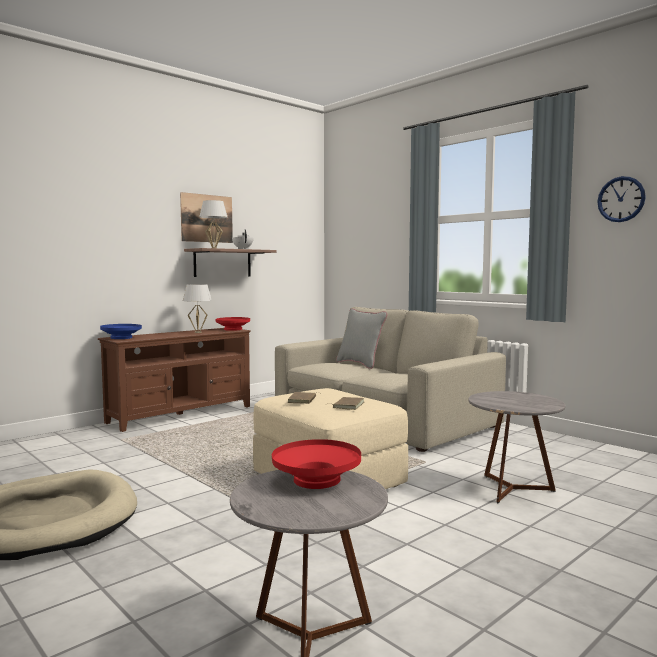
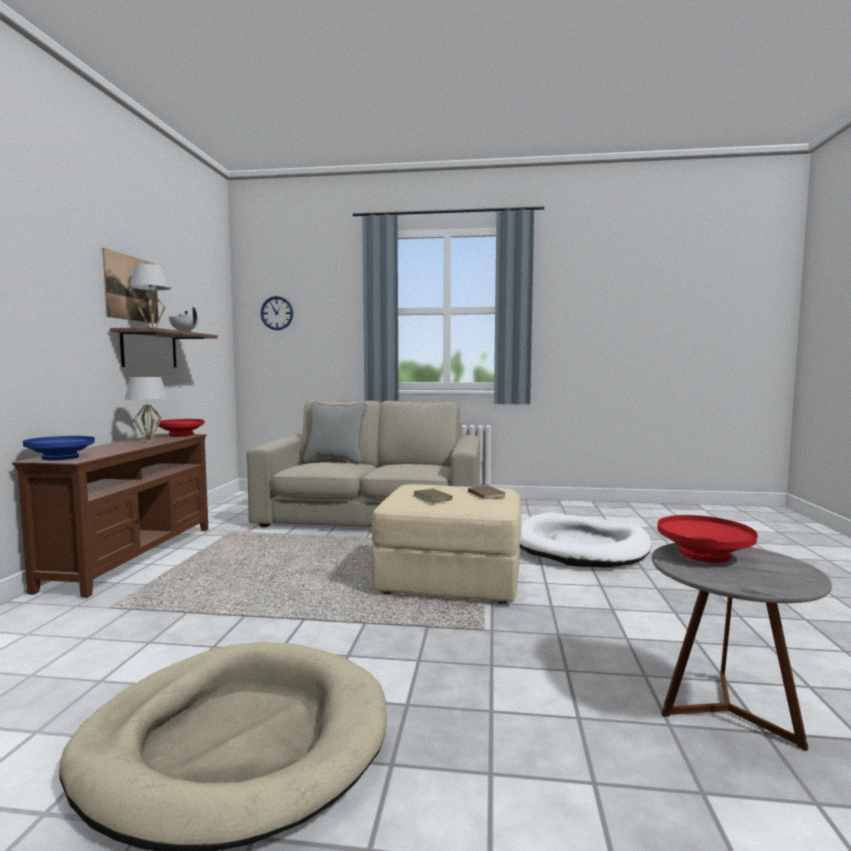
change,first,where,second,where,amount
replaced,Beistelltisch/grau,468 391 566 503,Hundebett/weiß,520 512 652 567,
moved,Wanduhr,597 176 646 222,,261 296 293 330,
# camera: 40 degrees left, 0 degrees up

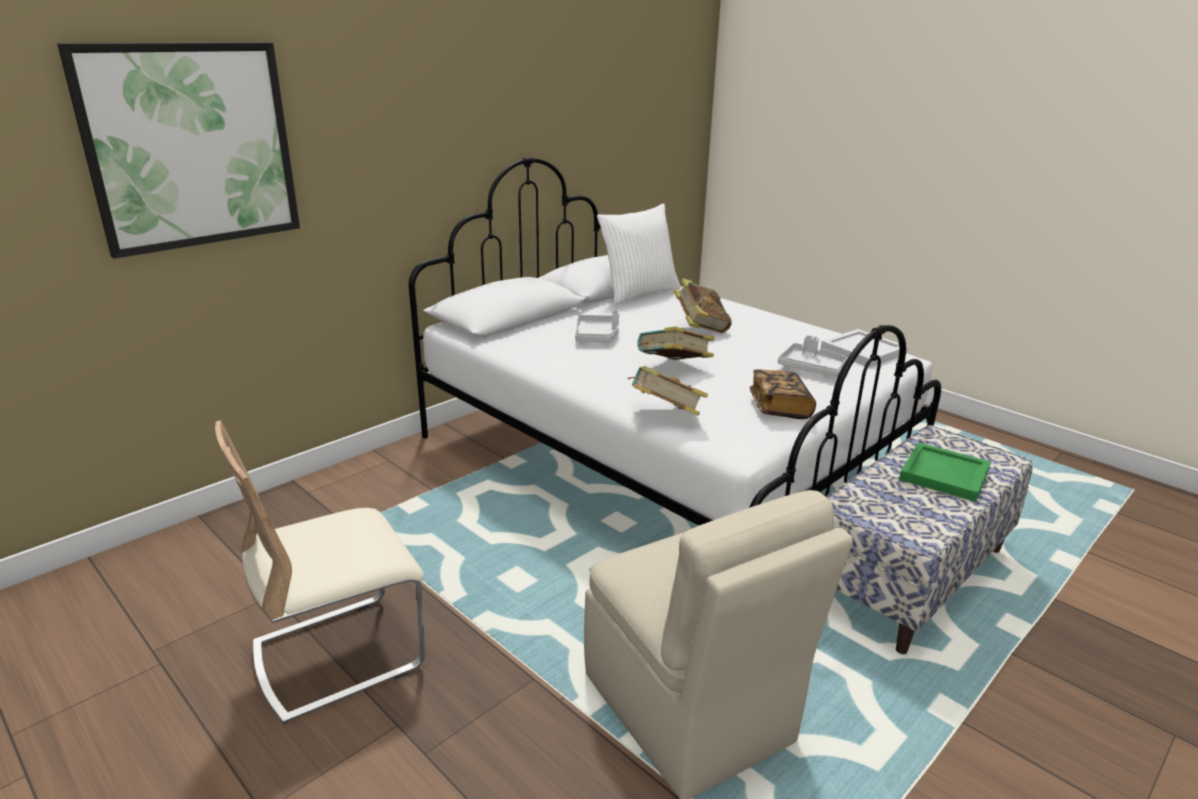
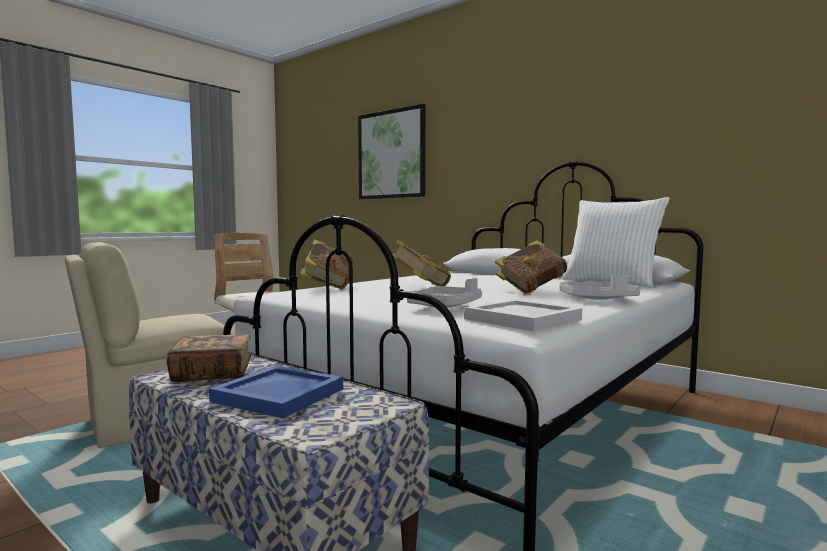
change,first,where,second,where,amount
moved,Tablett/grau,575 310 619 342,,559 275 640 299,
moved,Buch,750 369 816 419,,167 334 252 382,
recoloured,Tablett/grün,899 442 991 502,Tablett/blau,209 366 343 418,
# camera: 85 degrees right, 20 degrees down

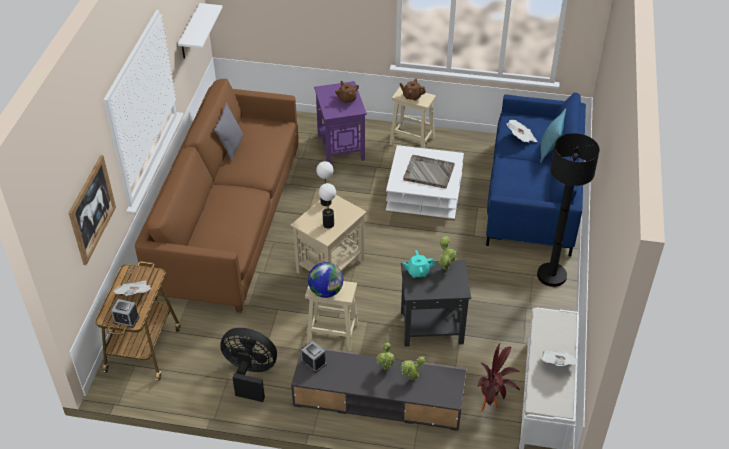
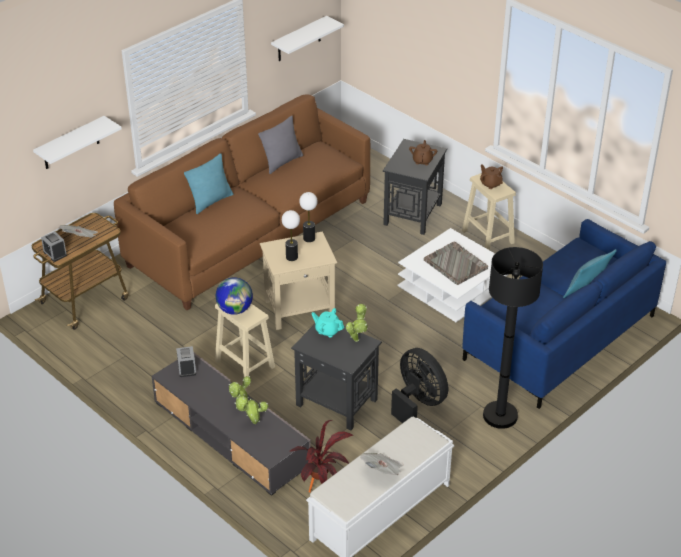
change,first,where,second,where,amount
replaced,Bild,69 155 116 265,Wandregal/weiß,33 116 122 169,
moved,Ventilator/schwarz,220 328 277 402,,391 348 448 423,
recoloured,Beistelltisch/lila,314 81 367 163,Beistelltisch/schwarz,383 139 447 235,
removed,Zeitung,506 120 537 143,,,
added,,,Kissen/türkis,184 153 233 214,
# camera: 35 degrees right, 5 degrees down

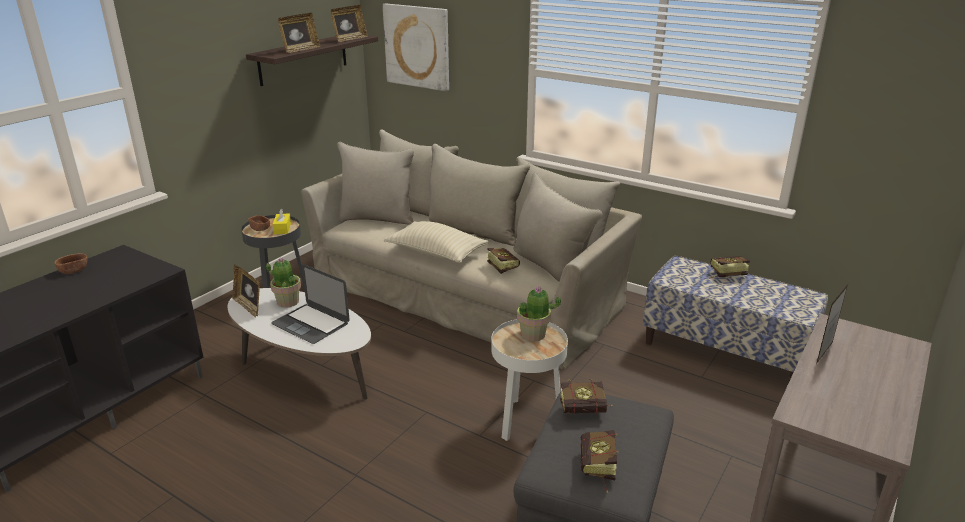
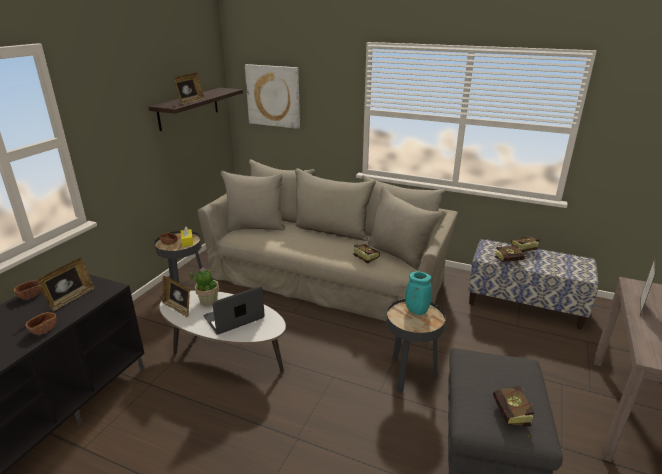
change,first,where,second,where,amount
turned,Laptop,271 264 350 344,,204 286 265 334,120 degrees clockwise
moved,Bilderrahmen,331 5 368 42,,38 258 95 311,
removed,Kissen/beige,384 221 488 263,,,
recoloured,Beistelltisch/weiß,491 319 568 441,Beistelltisch/schwarz,386 299 446 393,
replaced,Topfpflanze,517 286 561 341,Vase/türkis,405 271 432 315,
moved,Buch,560 379 613 414,,495 245 525 262,
added,,,Schüssel/braun,26 312 56 335,
# camera: 10 degrees left, 0 degrees up

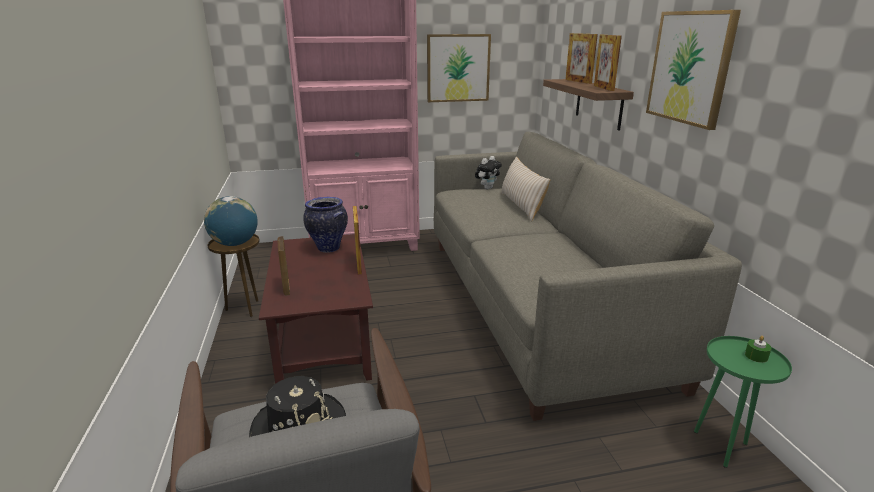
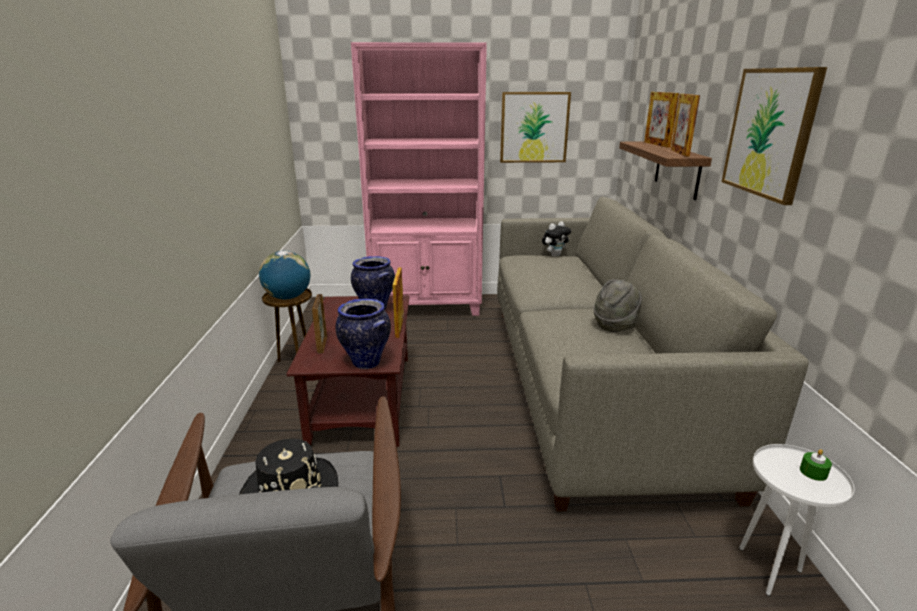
change,first,where,second,where,amount
removed,Kissen/beige,501 157 550 221,,,
recoloured,Beistelltisch/grün,694 336 792 468,Beistelltisch/weiß,739 444 854 596,
added,,,Vase,336 299 391 369,
added,,,Hut/grau,594 279 642 332,
# camera: 10 degrees right, 0 degrees up

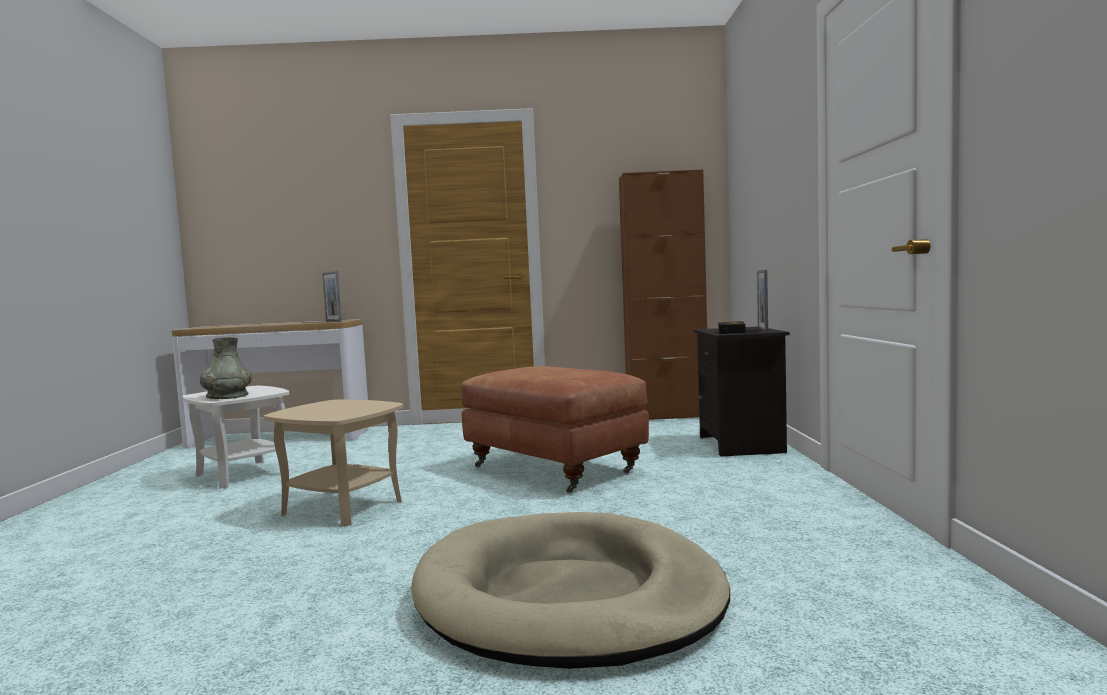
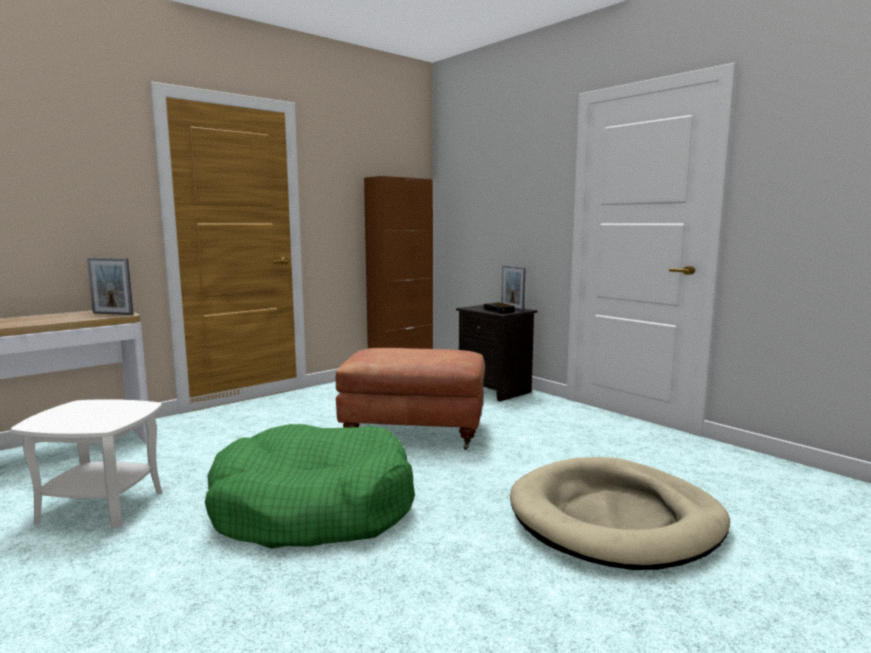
change,first,where,second,where,amount
removed,Vase/grau,200 337 252 399,,,
replaced,Beistelltisch/beige,264 400 404 527,Hundebett/grün,205 424 415 549,
# camera: 40 degrees left, 5 degrees up

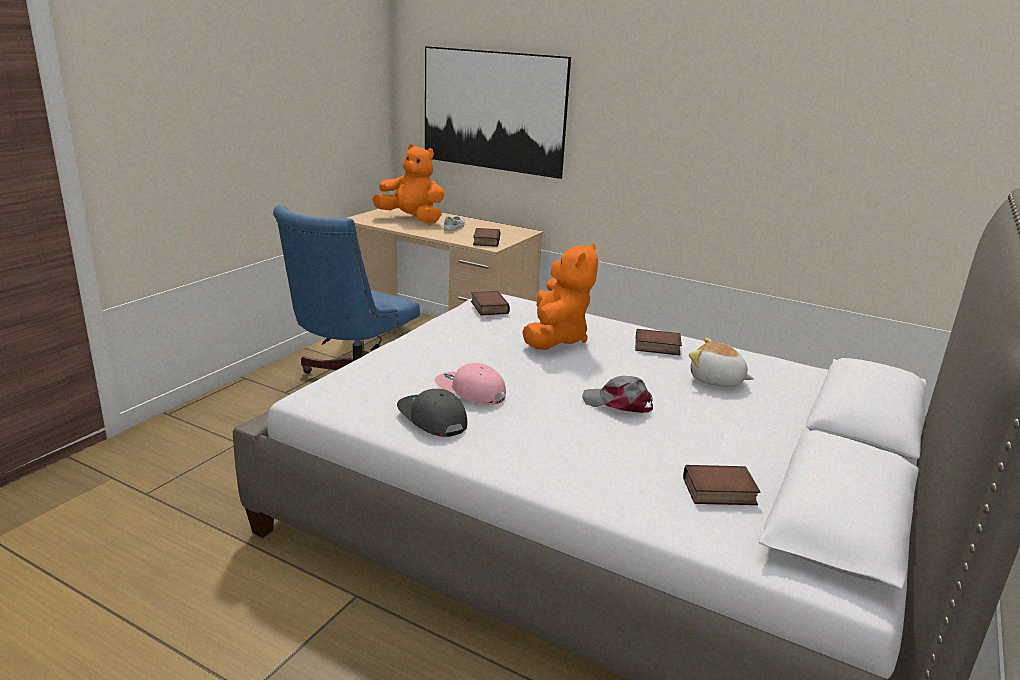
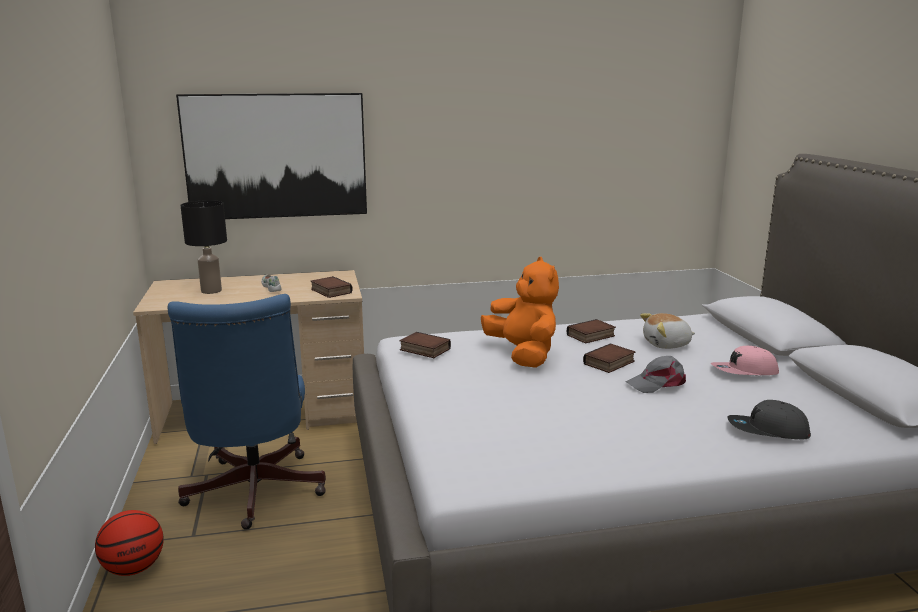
change,first,where,second,where,amount
replaced,Plüschtier/orange,372 144 445 223,Tischlampe/schwarz,180 200 227 294,
moved,Kappe/grau,397 389 467 437,,728 400 811 439,
moved,Kappe/rosa,435 363 506 405,,711 346 779 375,
moved,Buch,683 465 761 505,,583 344 635 373,
added,,,Basketball,95 510 164 576,
# camera: 40 degrees left, 5 degrees down

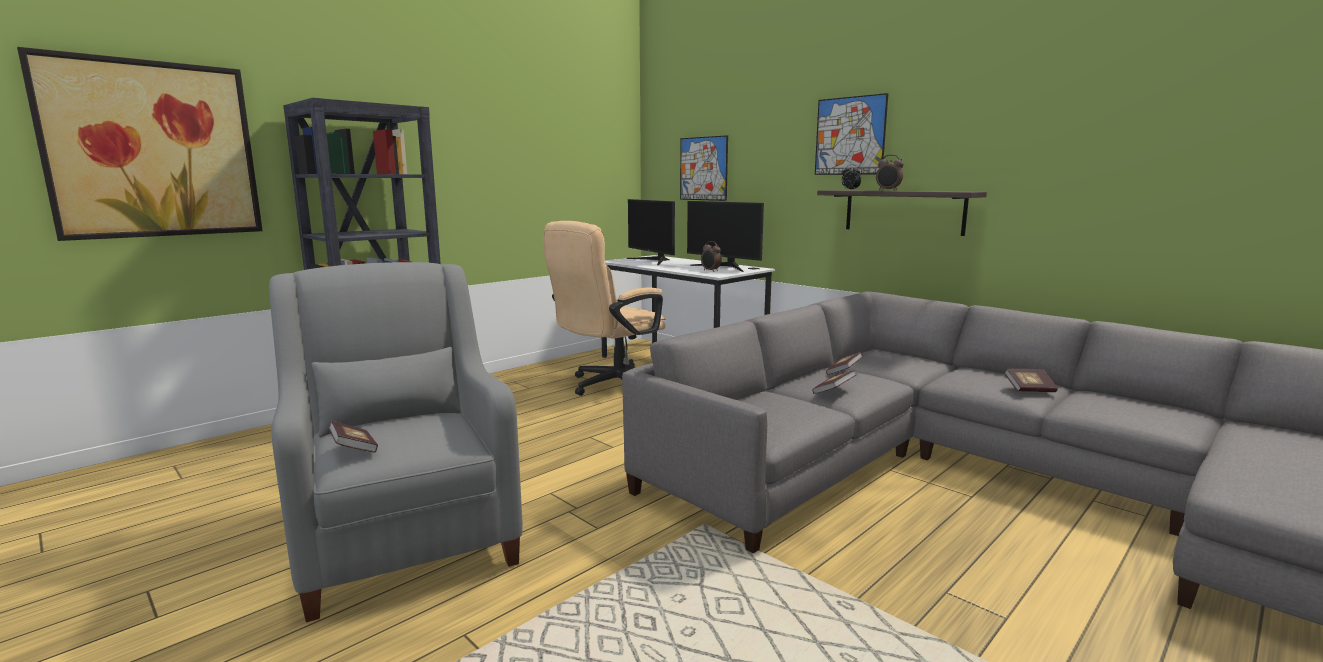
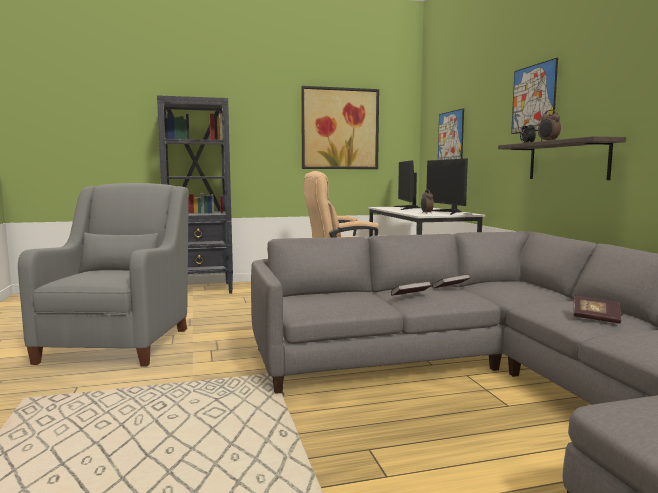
change,first,where,second,where,amount
moved,Bild,17 47 263 241,,301 86 379 169,
removed,Buch,328 421 378 453,,,
# camera: 30 degrees right, 5 degrees down

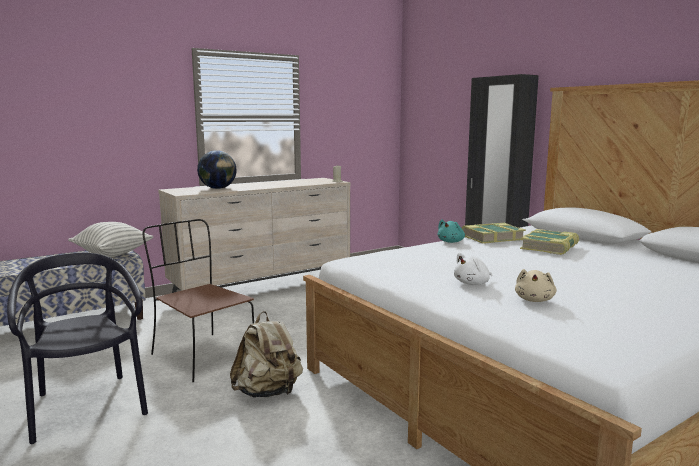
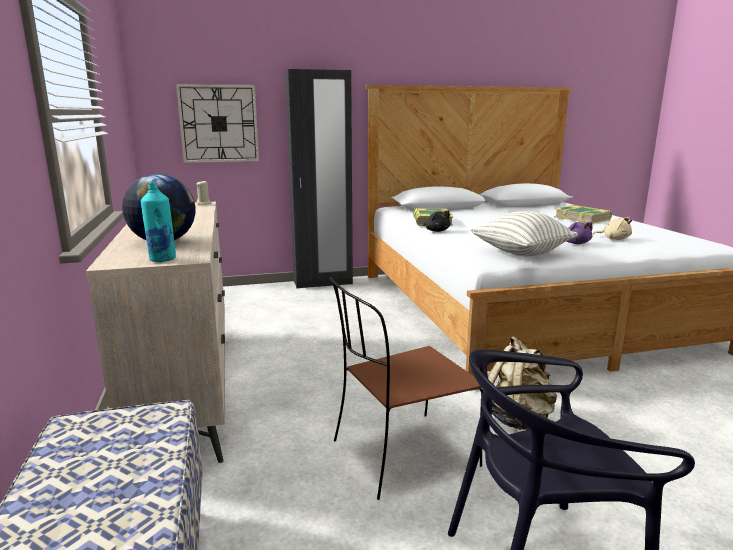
change,first,where,second,where,amount
moved,Kissen,68 222 154 257,,471 211 578 256,
recoloured,Plüschtier/türkis,437 220 465 243,Plüschtier/schwarz,423 211 450 232,
recoloured,Plüschtier/weiß,454 253 492 285,Plüschtier/lila,567 222 593 244,
moved,Buch,520 229 579 255,,554 205 612 224,
added,,,Flasche/türkis,141 183 176 262,
added,,,Wanduhr,176 84 259 163,
# camera: 70 degrees left, 5 degrees up

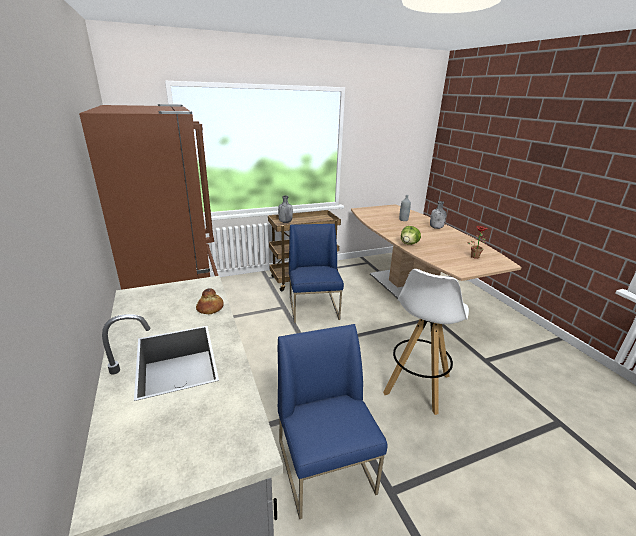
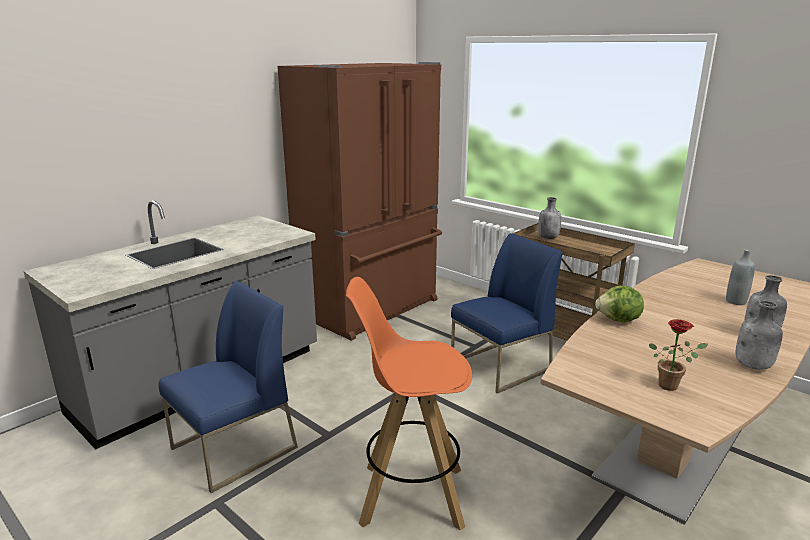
change,first,where,second,where,amount
removed,Brot,196 288 224 314,,,
recoloured,Hocker/weiß,383 269 469 415,Hocker/orange,346 277 472 531,
added,,,Flasche/grau,736 301 783 370,
# camera: 65 degrees right, 5 degrees down

